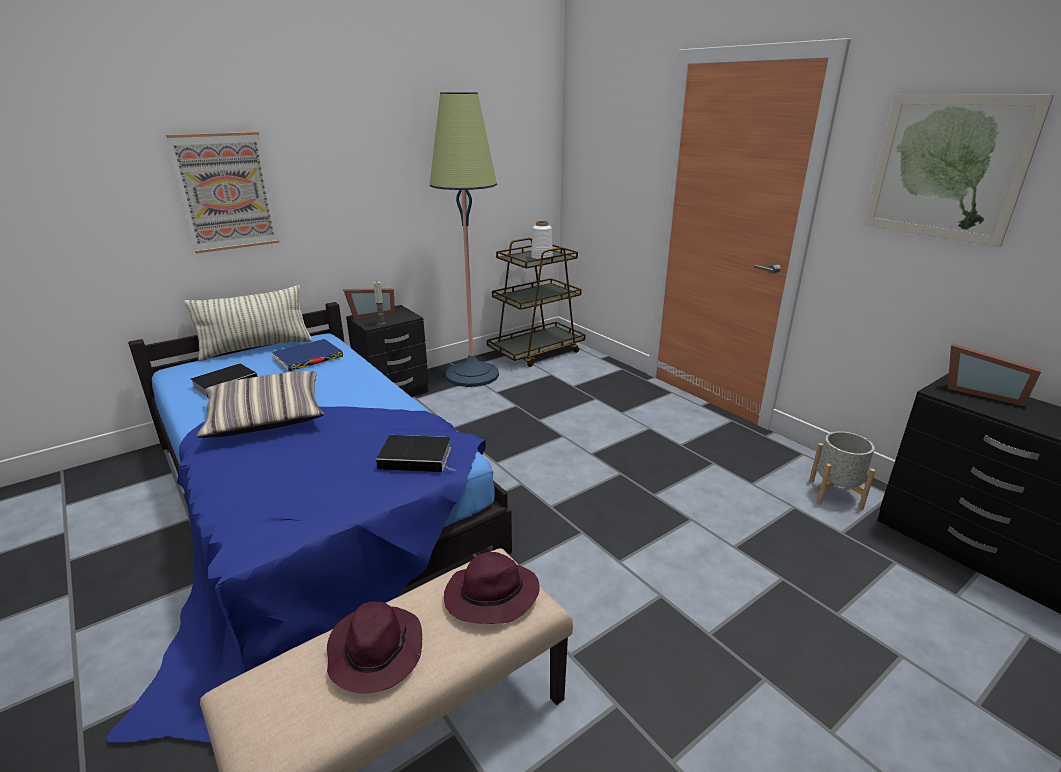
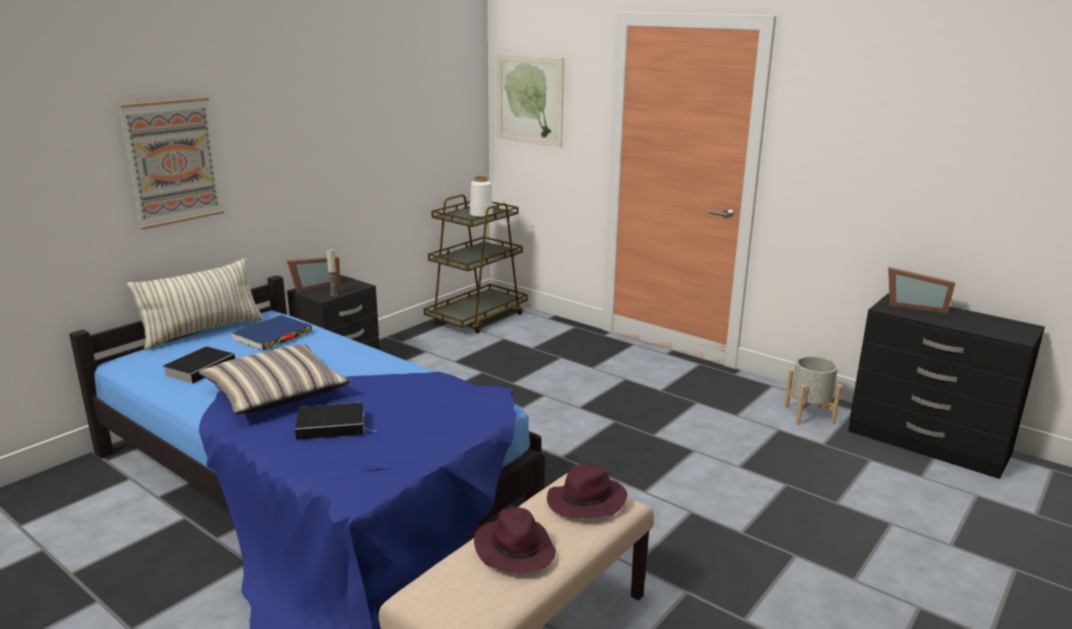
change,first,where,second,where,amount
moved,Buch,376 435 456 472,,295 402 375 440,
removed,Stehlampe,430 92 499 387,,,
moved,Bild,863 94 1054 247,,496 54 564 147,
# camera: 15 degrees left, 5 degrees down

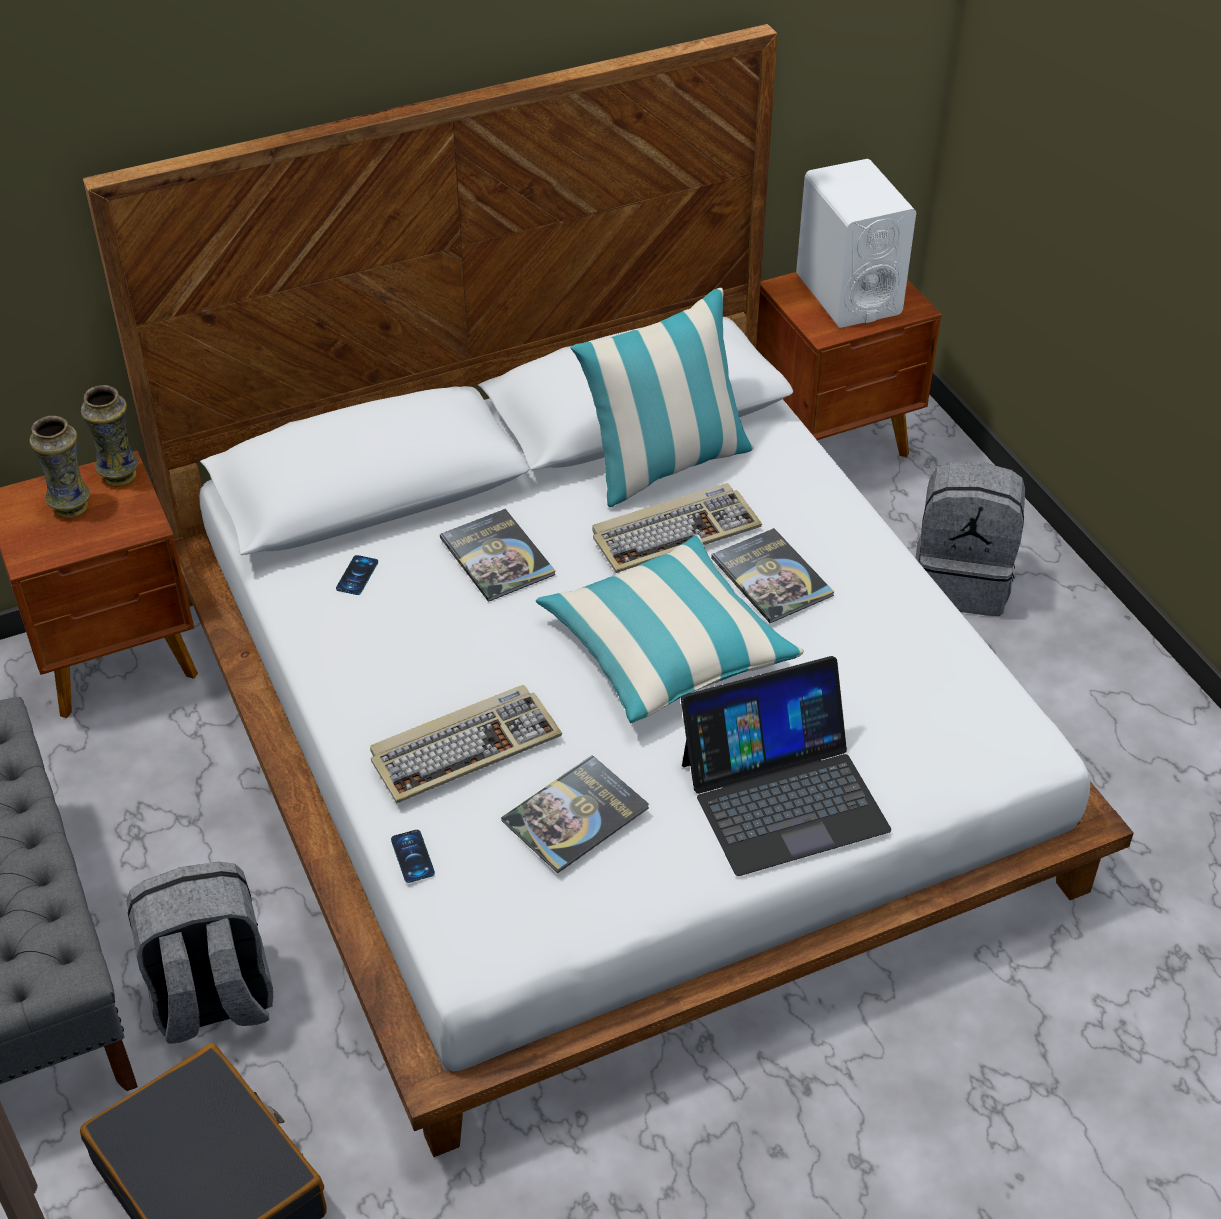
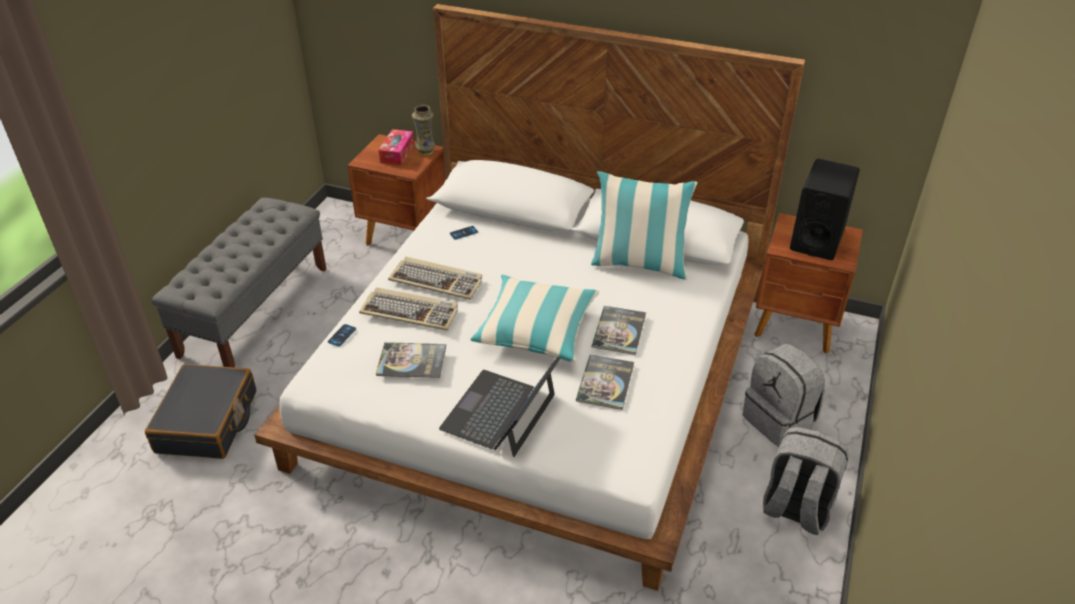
change,first,where,second,where,amount
replaced,Vase,30 416 90 518,Taschentuchbox,378 129 414 165,
moved,Rucksack/grau,127 862 273 1044,,763 427 849 535,
moved,Buch,440 509 556 602,,576 355 634 410,
moved,Tastatur,592 483 762 573,,388 257 482 300,
turned,Laptop,681 656 891 876,,439 357 560 457,90 degrees clockwise
recoloured,Lautsprecher/weiß,796 159 916 328,Lautsprecher/schwarz,790 159 860 260,
# camera: 45 degrees right, 5 degrees down

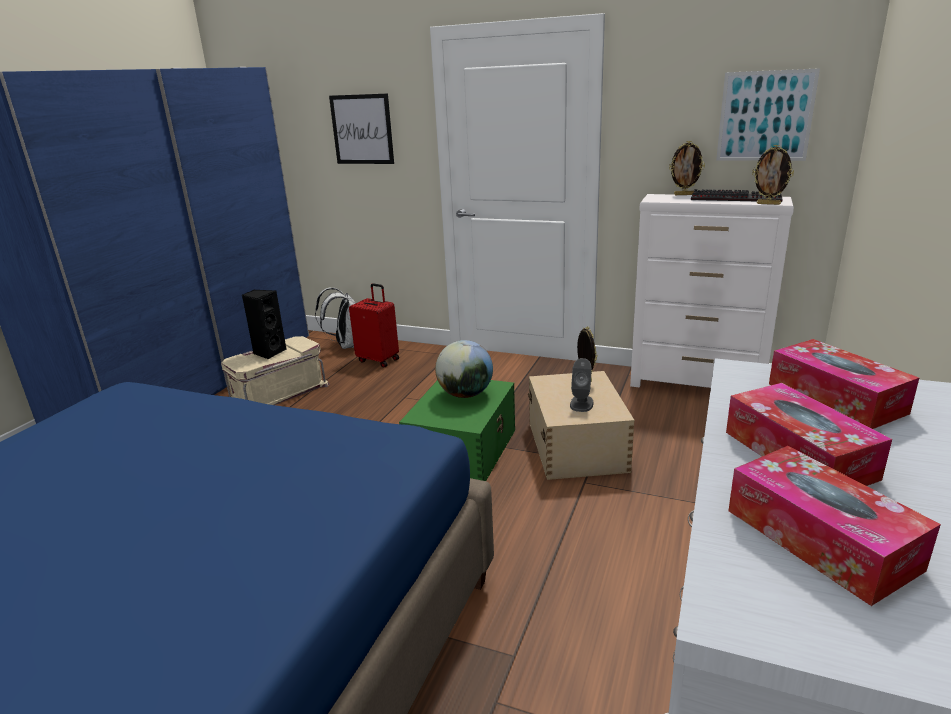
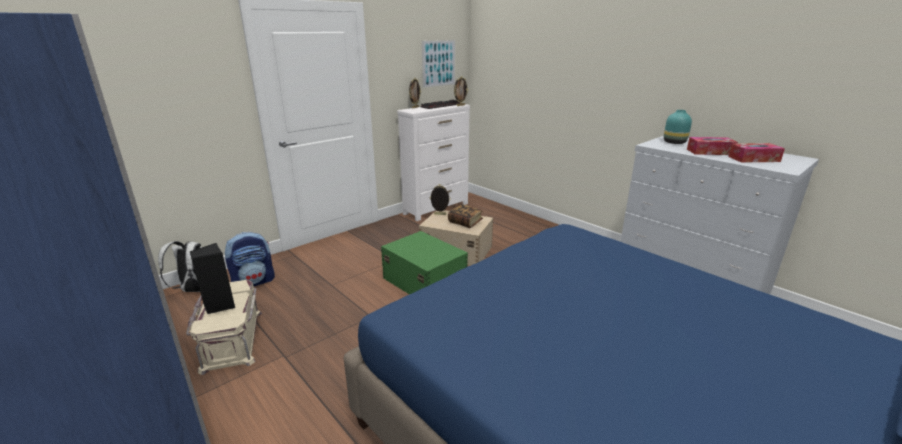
change,first,where,second,where,amount
removed,Bild,329 93 394 164,,,
replaced,Koffer/rot,349 283 399 368,Rucksack,224 232 275 286,
removed,Globus,435 340 493 398,,,
replaced,Lautsprecher/grau,570 358 594 412,Buch,448 204 483 228,
replaced,Taschentuchbox,769 339 919 429,Vase/türkis,664 110 692 144,
# camera: 65 degrees left, 0 degrees up

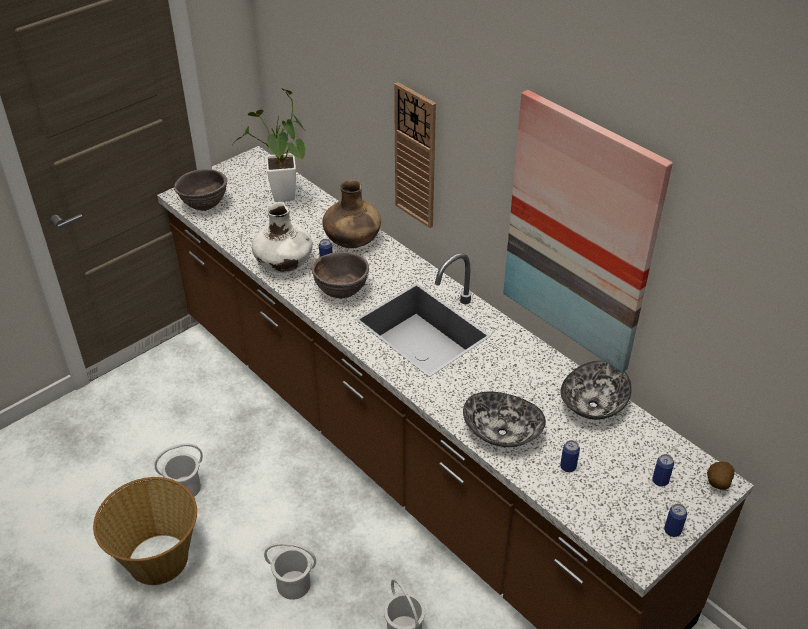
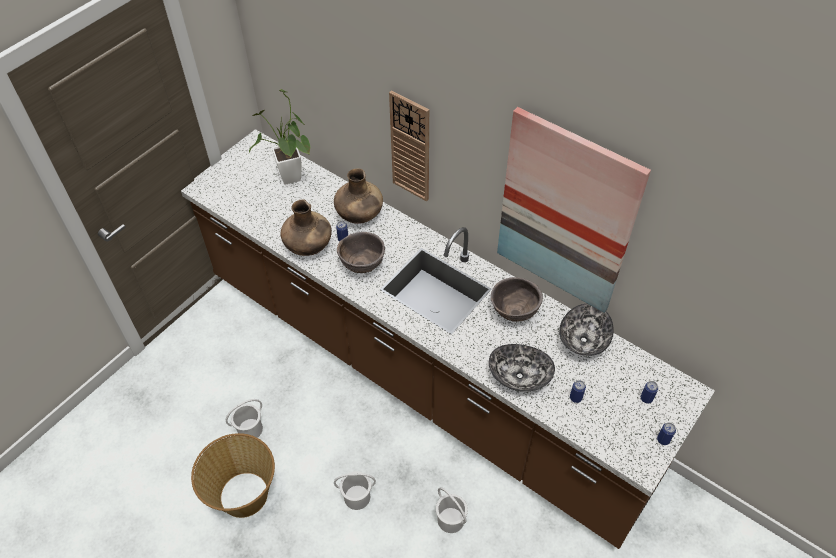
change,first,where,second,where,amount
moved,Schüssel/braun,174 169 227 211,,491 277 543 322,
recoloured,Vase/weiß,252 203 313 273,Vase/braun,280 200 332 256,
removed,Kartoffel,707 462 735 490,,,
# camera: 10 degrees left, 10 degrees up

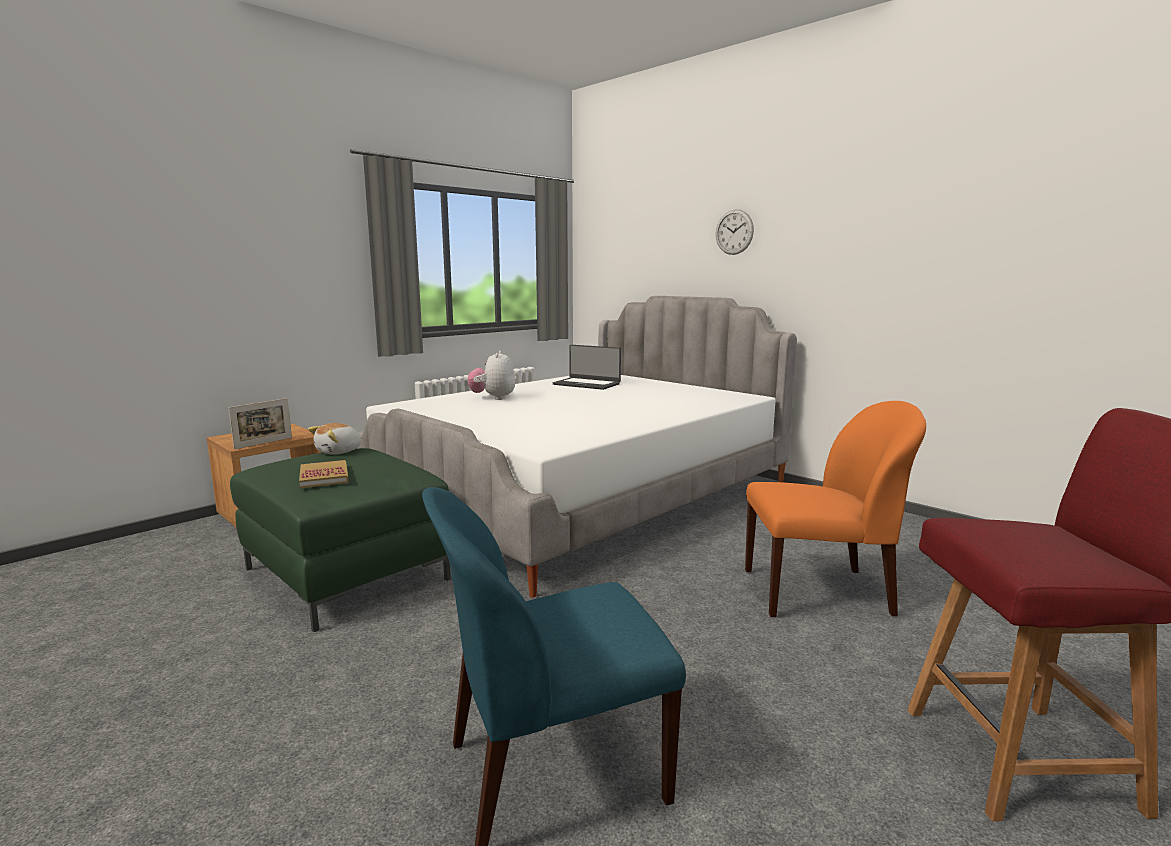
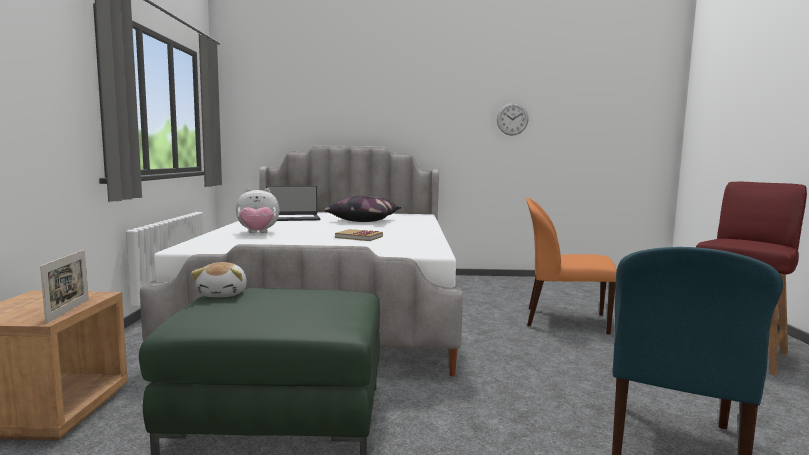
change,first,where,second,where,amount
moved,Buch,299 460 349 488,,335 229 383 241,
turned,Plüschtier,467 351 515 400,,236 188 279 233,60 degrees counterclockwise
moved,Wanduhr,716 209 754 255,,497 103 528 136,
turned,Stuhl/orange,745 401 926 617,,526 198 617 335,120 degrees counterclockwise
added,,,Kissen,324 196 401 222,
# camera: 45 degrees left, 5 degrees down

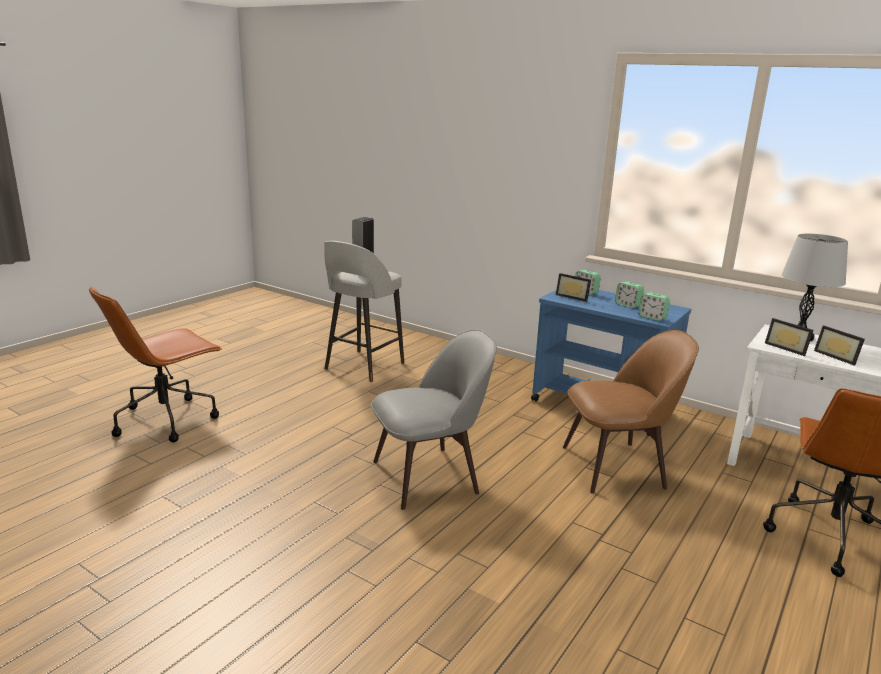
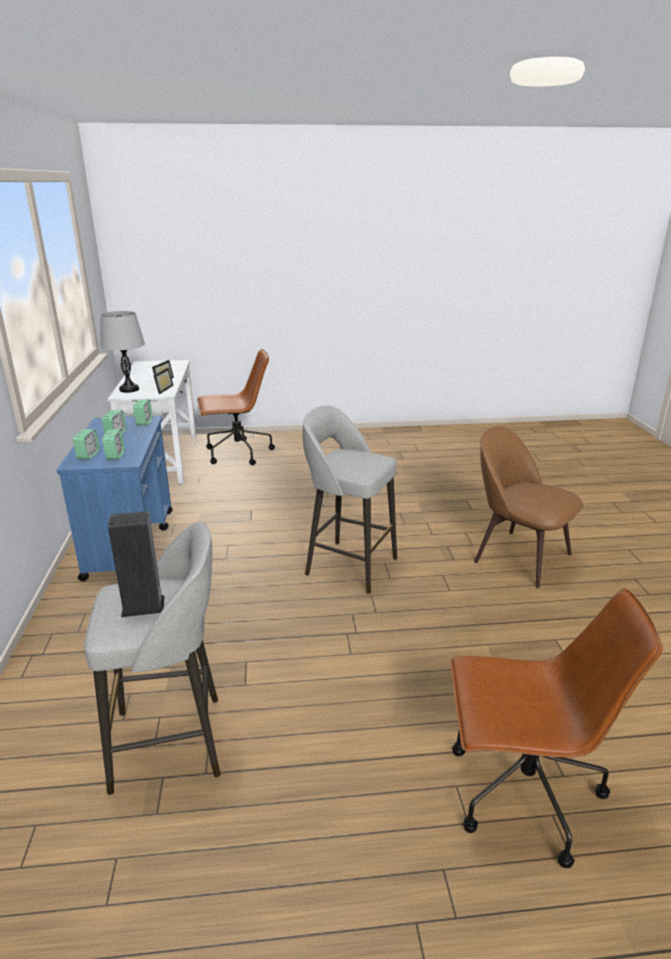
change,first,where,second,where,amount
replaced,Stuhl/grau,371 329 497 510,Hocker/grau,303 405 397 594,
replaced,Bilderrahmen,555 273 591 302,Wecker,102 429 125 460,
moved,Stuhl/braun,563 330 699 494,,474 426 583 588,
# camera: 130 degrees left, 5 degrees up

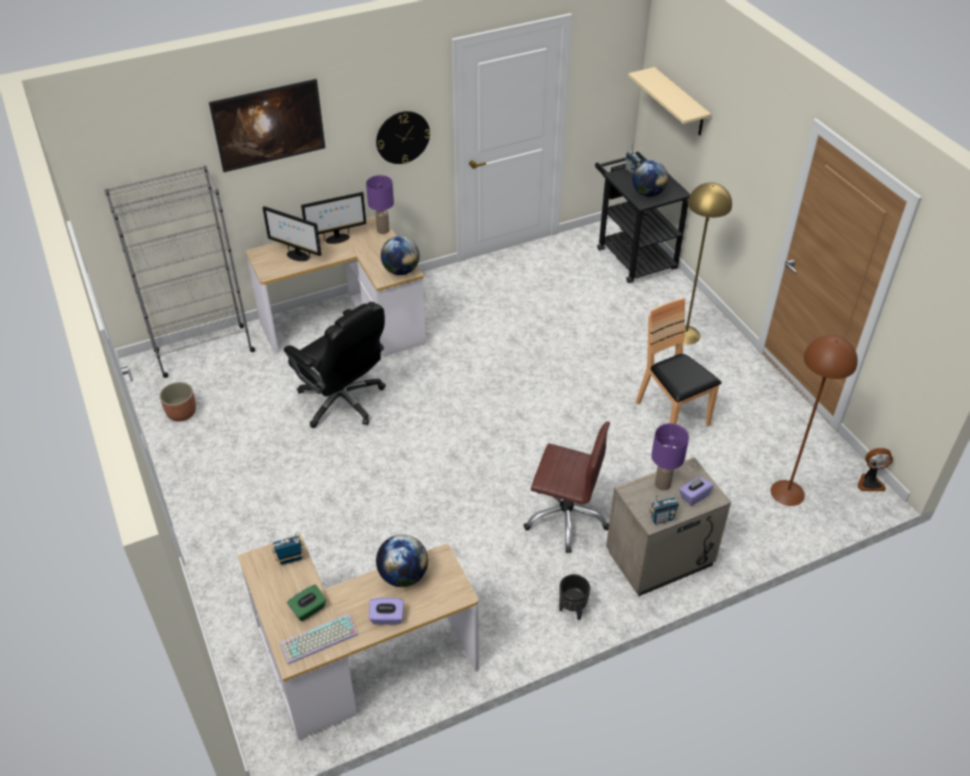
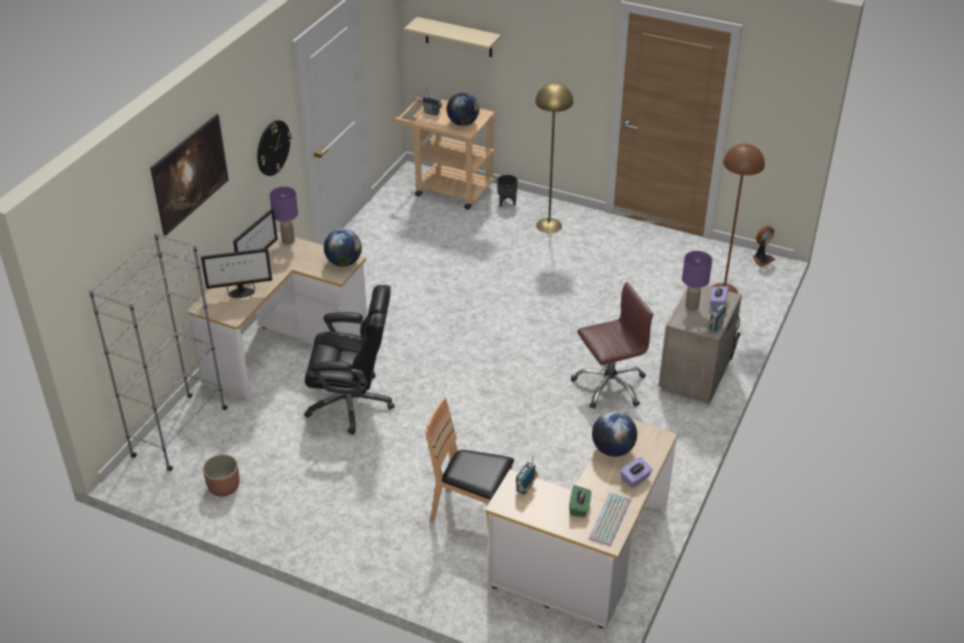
change,first,where,second,where,amount
moved,Pflanzkübel/schwarz,559 574 590 620,,497 175 518 207,
recoloured,Rollwagen/schwarz,595 152 690 283,Rollwagen/beige,394 97 495 210,
moved,Stuhl/braun,635 298 722 426,,425 397 514 533,
# camera: 40 degrees left, 5 degrees down

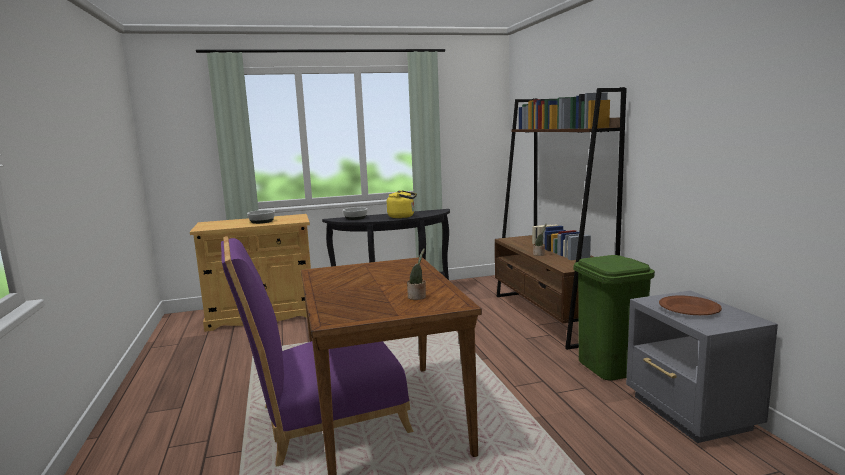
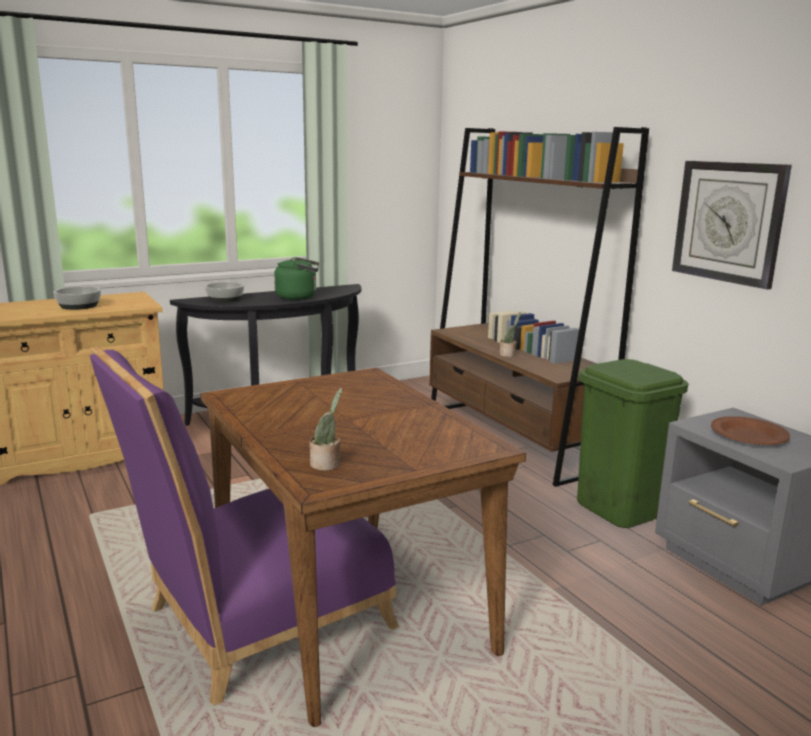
change,first,where,second,where,amount
recoloured,Wasserkessel/gelb,387 190 417 218,Wasserkessel/grün,274 257 319 300,
moved,Topfpflanze,407 248 426 300,,310 388 342 471,
added,,,Wanduhr,672 161 792 290,
# camera: 15 degrees left, 5 degrees up

